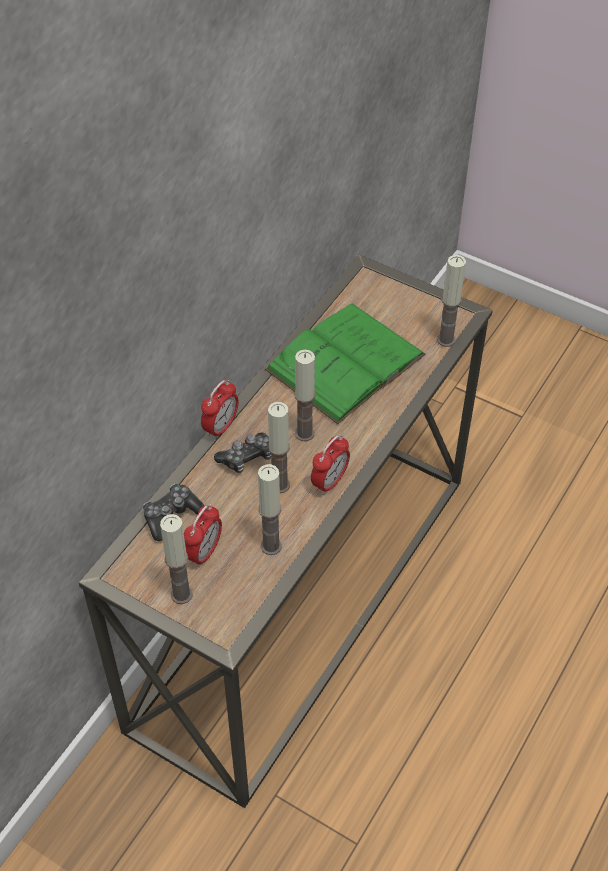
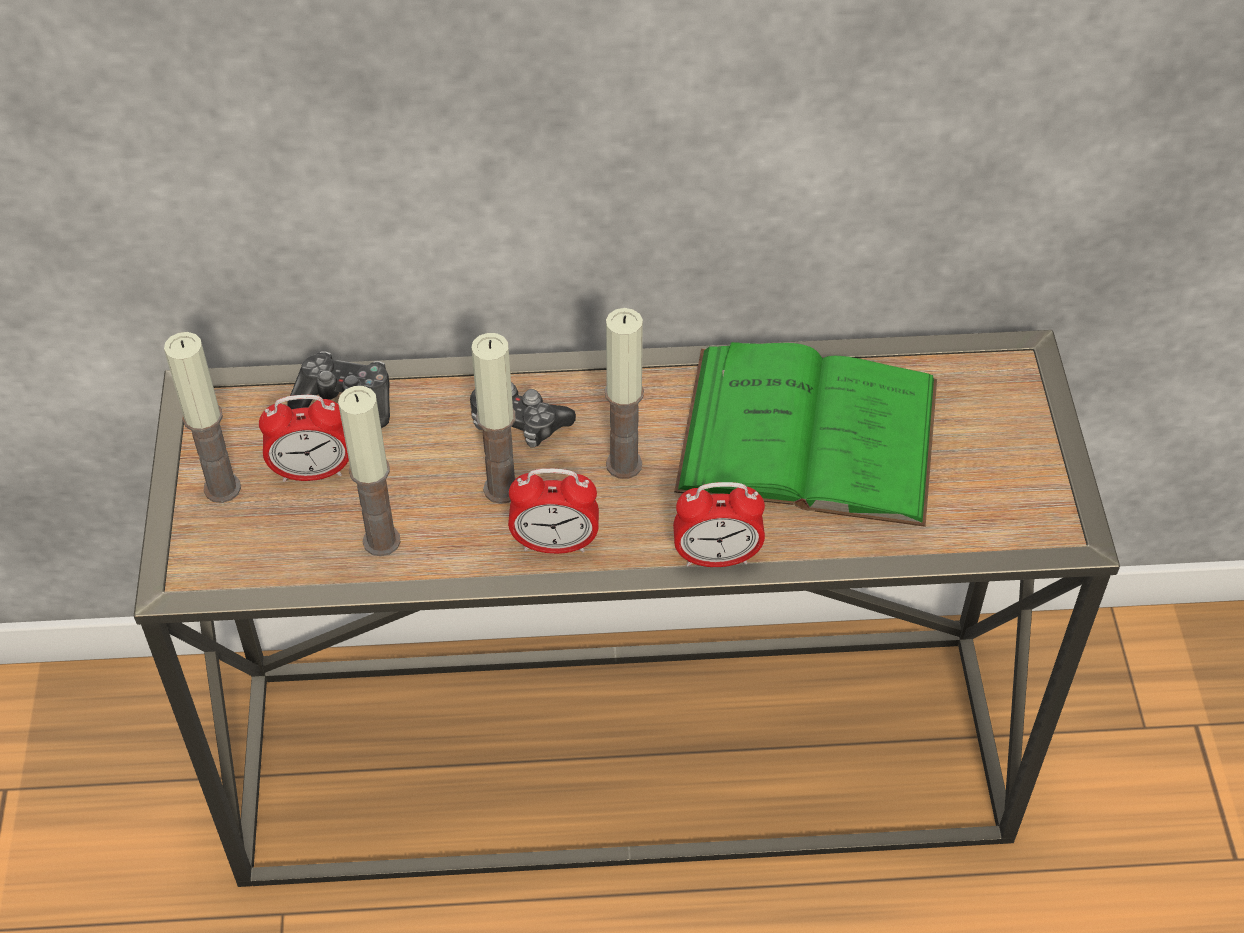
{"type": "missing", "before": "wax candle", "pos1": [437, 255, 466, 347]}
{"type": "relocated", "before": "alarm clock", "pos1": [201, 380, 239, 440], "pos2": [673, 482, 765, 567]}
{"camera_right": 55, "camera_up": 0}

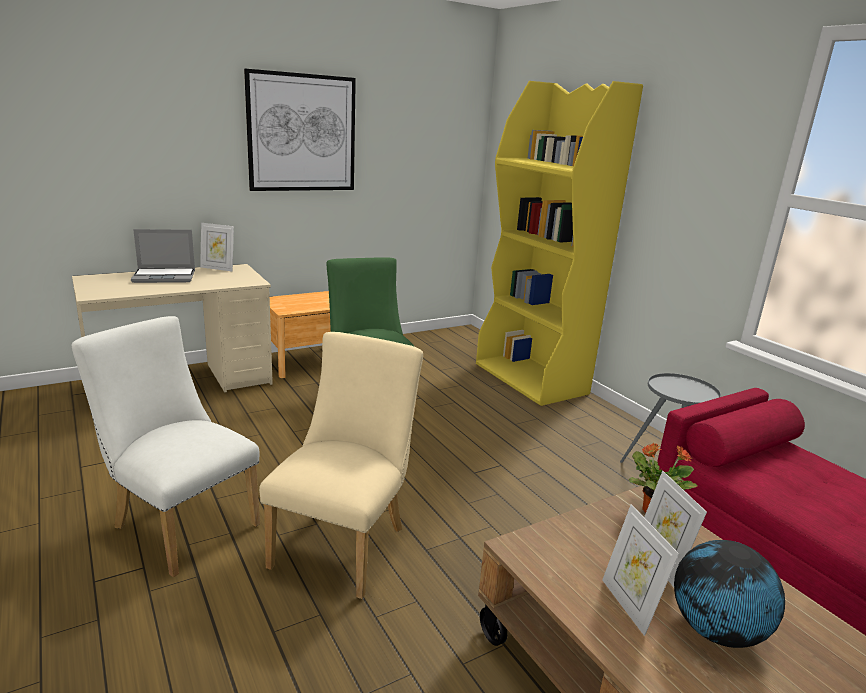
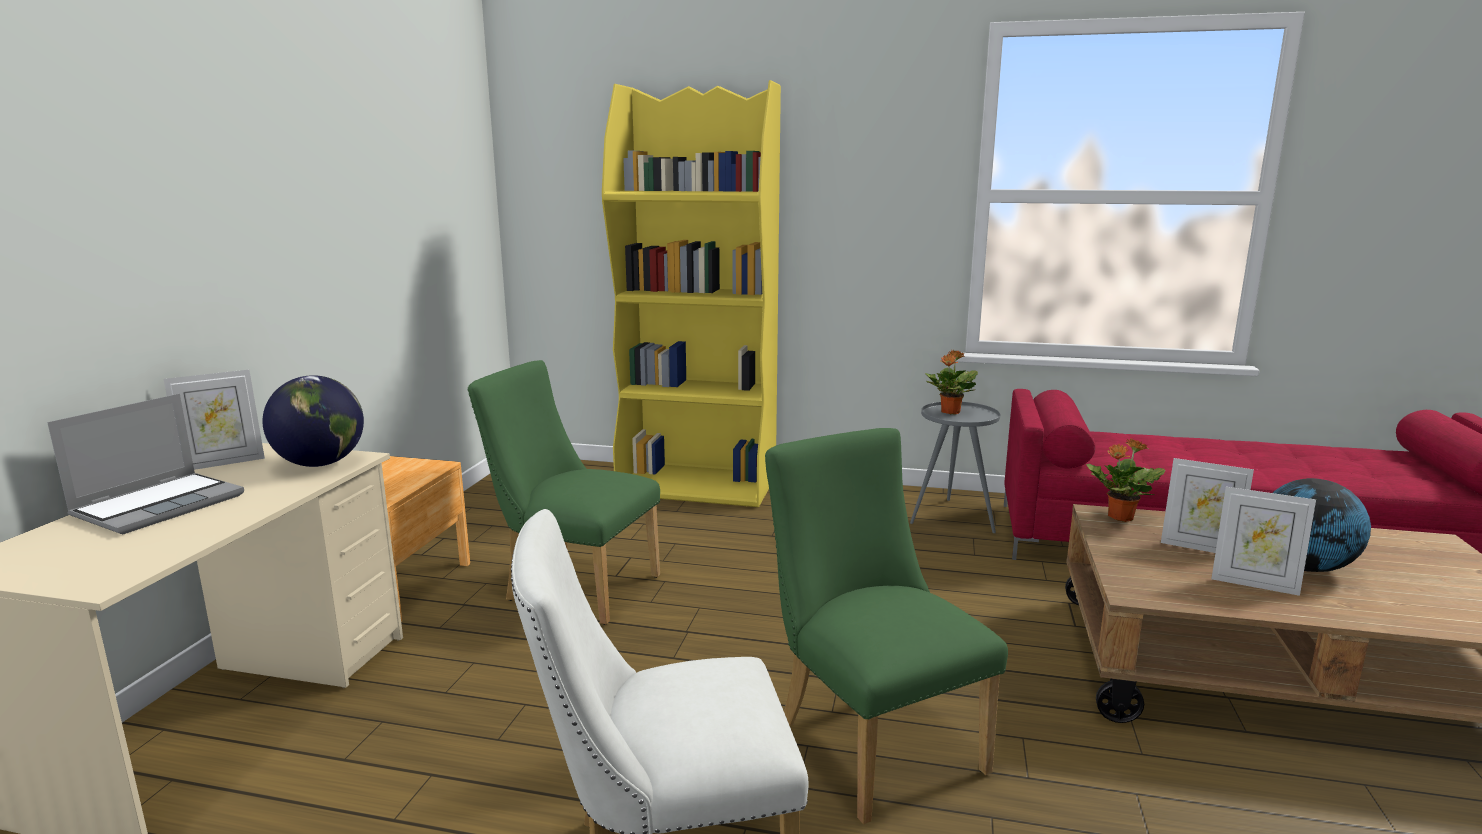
{"type": "missing", "before": "wall art", "pos1": [244, 69, 356, 191]}
{"type": "colour", "before": "beige-coloured upright chair", "after": "green-coloured upright chair", "pos1": [259, 332, 423, 599], "pos2": [765, 428, 1008, 824]}
{"type": "appeared", "after": "houseplant", "pos2": [925, 350, 978, 414]}
{"type": "appeared", "after": "desk globe", "pos2": [263, 375, 364, 467]}
{"camera_right": -45, "camera_up": -5}

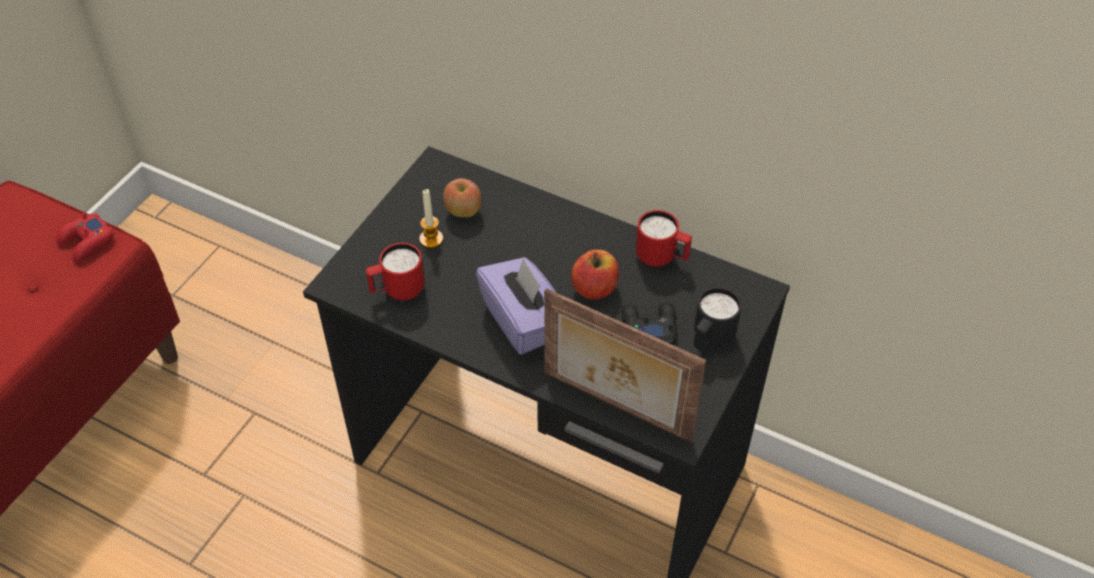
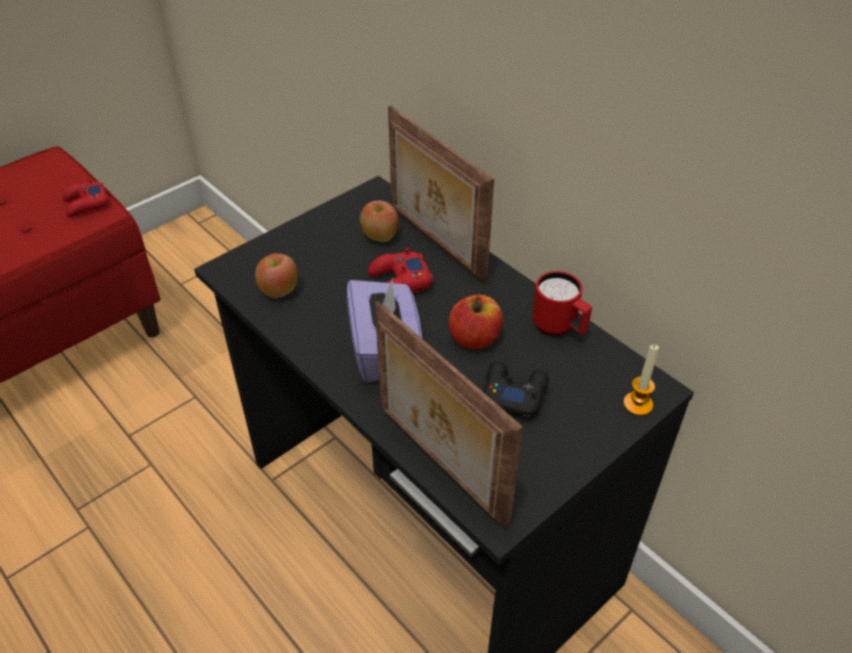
{"type": "relocated", "before": "wax candle", "pos1": [419, 189, 443, 248], "pos2": [623, 344, 659, 416]}
{"type": "exchanged", "before": "reddish coffee mug", "after": "apple", "pos1": [366, 243, 425, 301], "pos2": [255, 253, 298, 298]}
{"type": "missing", "before": "blackish coffee mug", "pos1": [694, 287, 742, 350]}
{"type": "appeared", "after": "picture frame", "pos2": [388, 106, 494, 284]}
{"type": "appeared", "after": "reddish game controller", "pos2": [368, 248, 433, 292]}
{"camera_right": 20, "camera_up": -5}

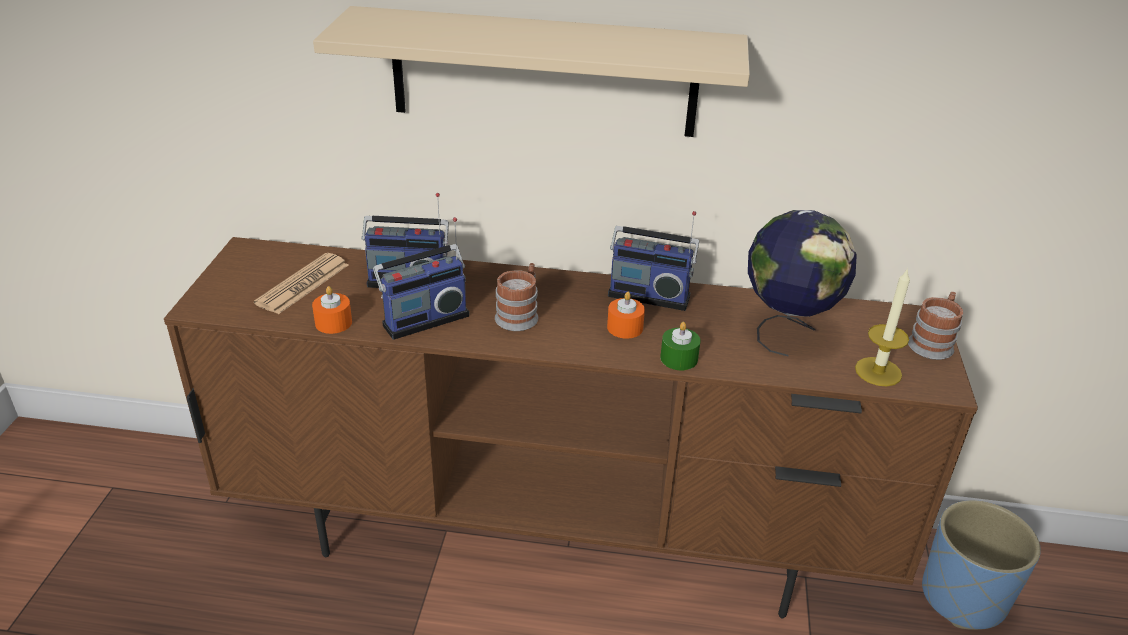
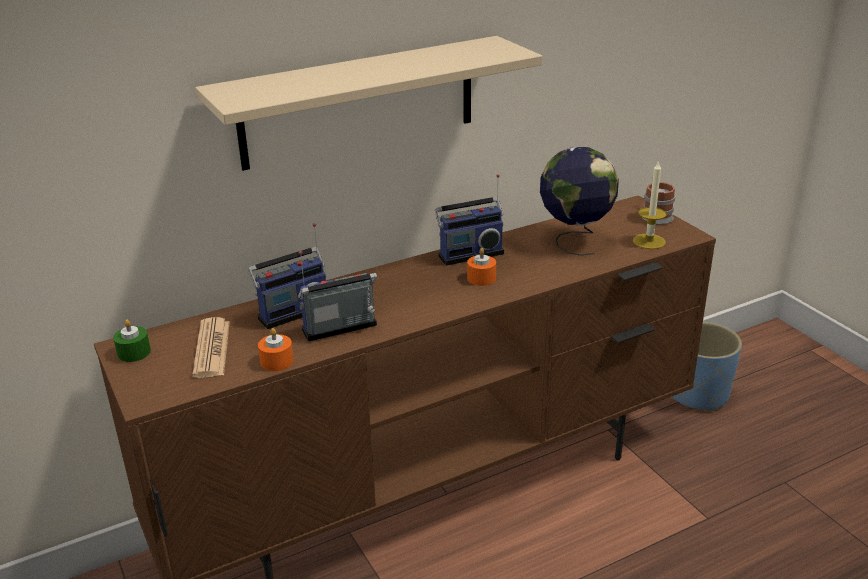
{"type": "spun", "before": "radio set", "pos1": [373, 217, 469, 340], "pos2": [298, 251, 377, 342], "turn": -135}
{"type": "missing", "before": "coffee mug", "pos1": [495, 263, 539, 331]}
{"type": "relocated", "before": "green-coloured wax candle", "pos1": [660, 322, 701, 370], "pos2": [113, 320, 151, 362]}
{"camera_right": -35, "camera_up": -5}

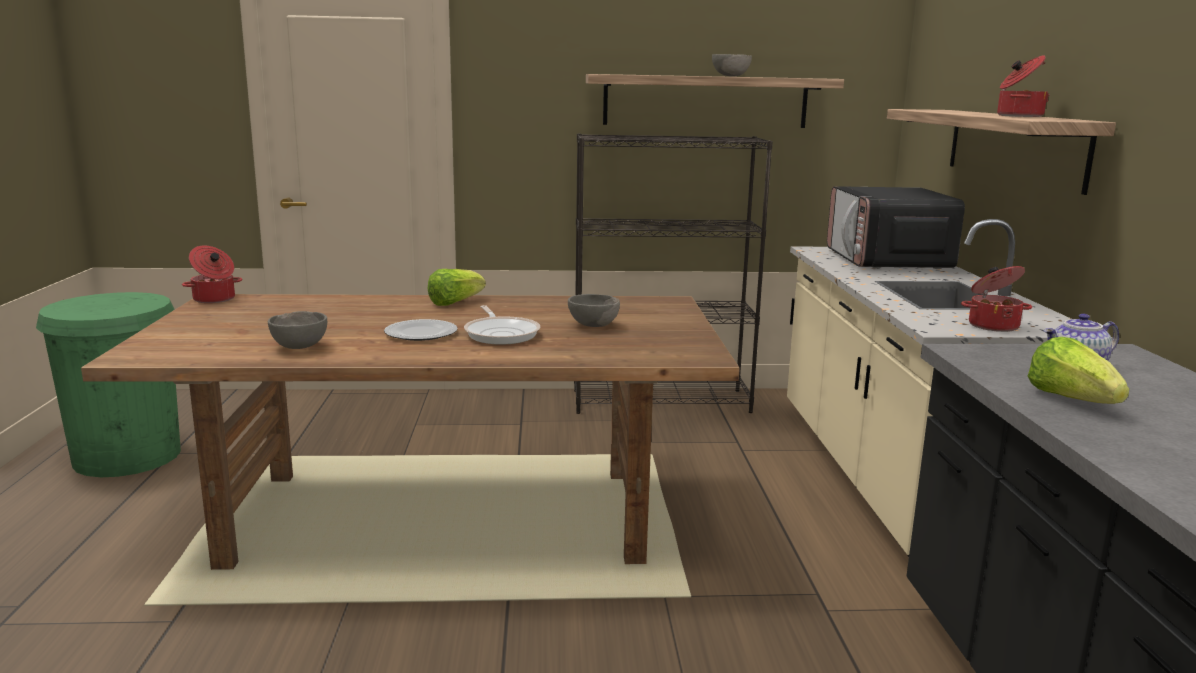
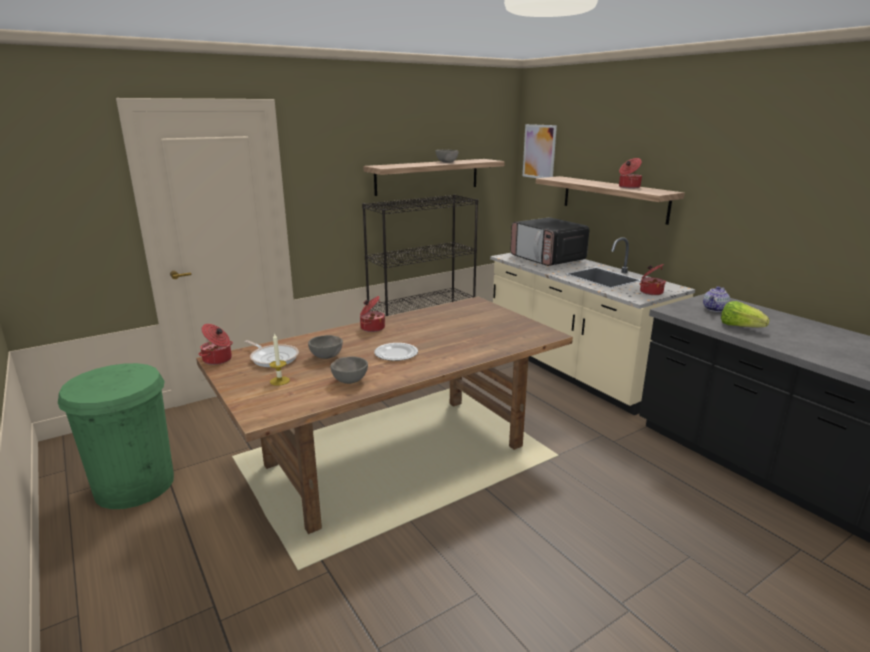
{"type": "exchanged", "before": "lettuce", "after": "cooking pot", "pos1": [428, 269, 486, 306], "pos2": [360, 296, 385, 332]}
{"type": "relocated", "before": "greyish deep dish", "pos1": [568, 294, 620, 327], "pos2": [308, 335, 343, 359]}
{"type": "relocated", "before": "pan", "pos1": [464, 305, 540, 345], "pos2": [245, 340, 299, 367]}
{"type": "appeared", "after": "wall art", "pos2": [523, 124, 557, 178]}
{"type": "appeared", "after": "wax candle", "pos2": [269, 332, 290, 386]}
{"camera_right": -30, "camera_up": 5}

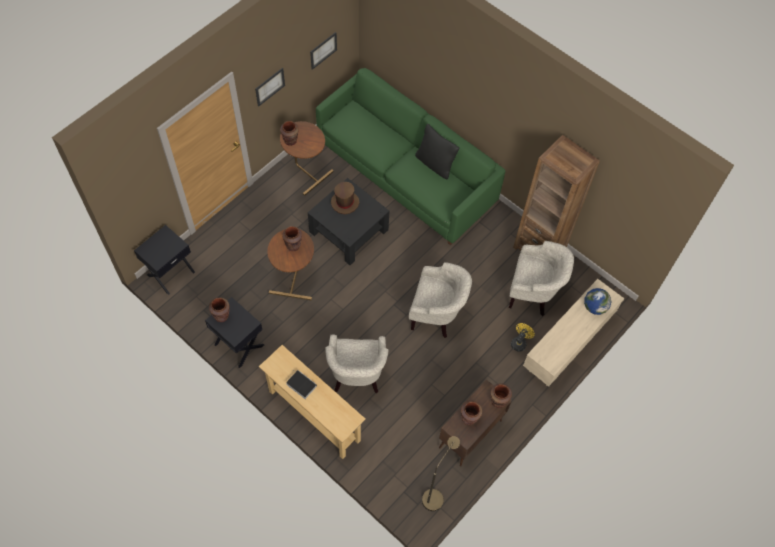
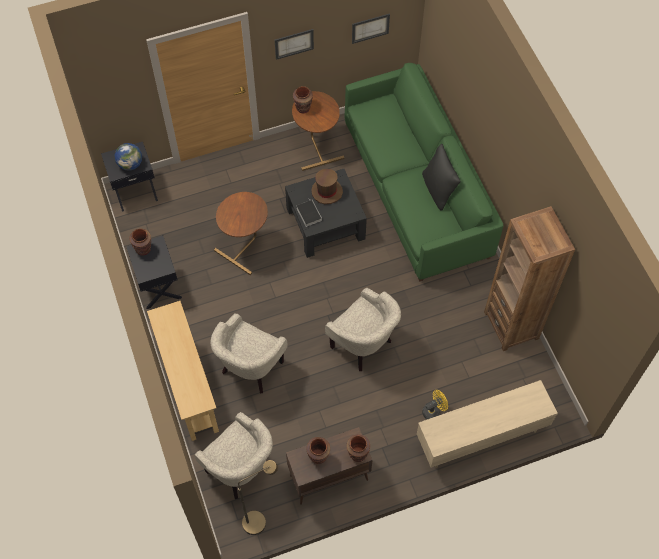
{"type": "missing", "before": "brownish vase", "pos1": [282, 226, 302, 251]}
{"type": "relocated", "before": "beige-coloured easy chair", "pos1": [509, 241, 574, 316], "pos2": [195, 412, 273, 499]}
{"type": "relocated", "before": "desk globe", "pos1": [584, 288, 612, 315], "pos2": [114, 143, 142, 171]}
{"type": "relocated", "before": "bound book", "pos1": [286, 370, 317, 399], "pos2": [296, 200, 322, 227]}
{"camera_right": 30, "camera_up": 0}

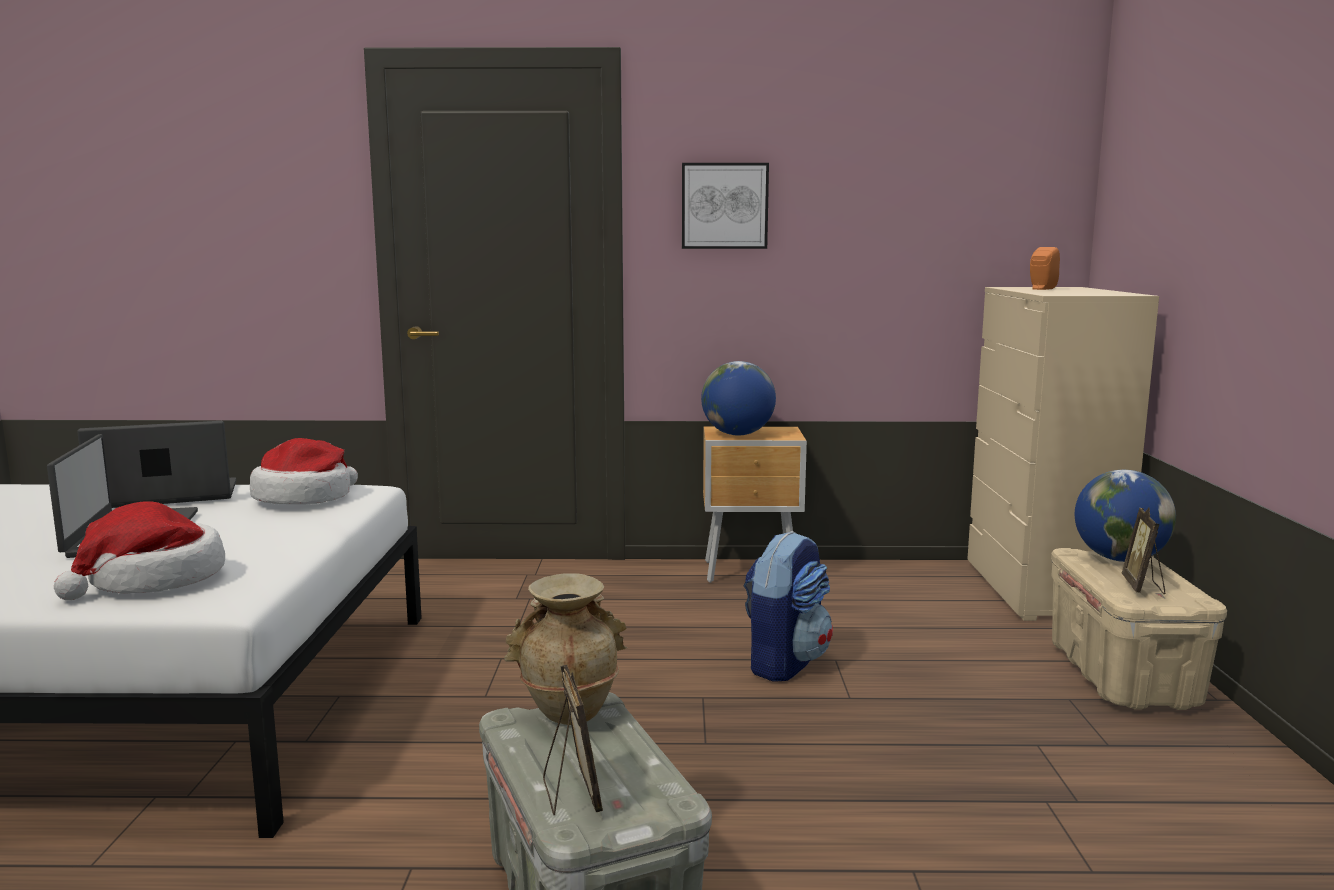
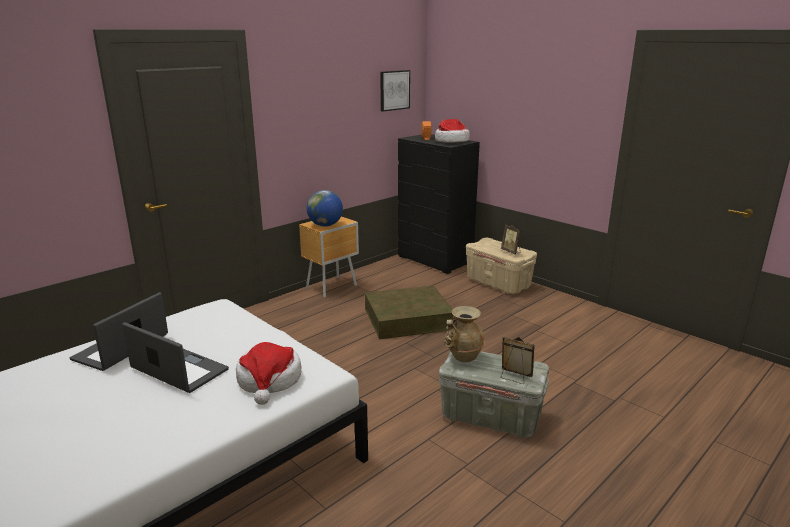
{"type": "relocated", "before": "wall art", "pos1": [682, 163, 769, 249], "pos2": [380, 70, 410, 112]}
{"type": "colour", "before": "beige-coloured dresser", "after": "blackish dresser", "pos1": [967, 287, 1159, 621], "pos2": [398, 134, 480, 274]}
{"type": "relocated", "before": "wearable hat", "pos1": [250, 438, 358, 504], "pos2": [435, 119, 470, 143]}
{"type": "missing", "before": "desk globe", "pos1": [1075, 470, 1176, 562]}
{"type": "exchanged", "before": "backpack", "after": "brownish storage bin", "pos1": [743, 531, 833, 682], "pos2": [365, 286, 454, 339]}
{"camera_right": -45, "camera_up": 10}

